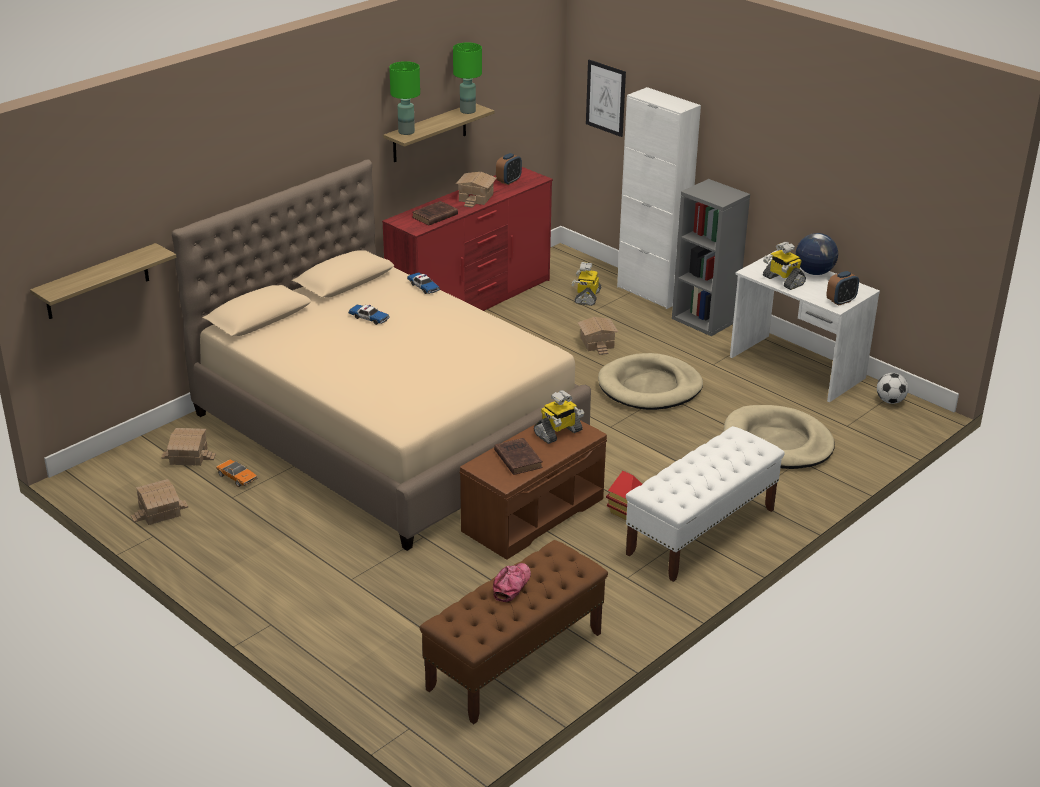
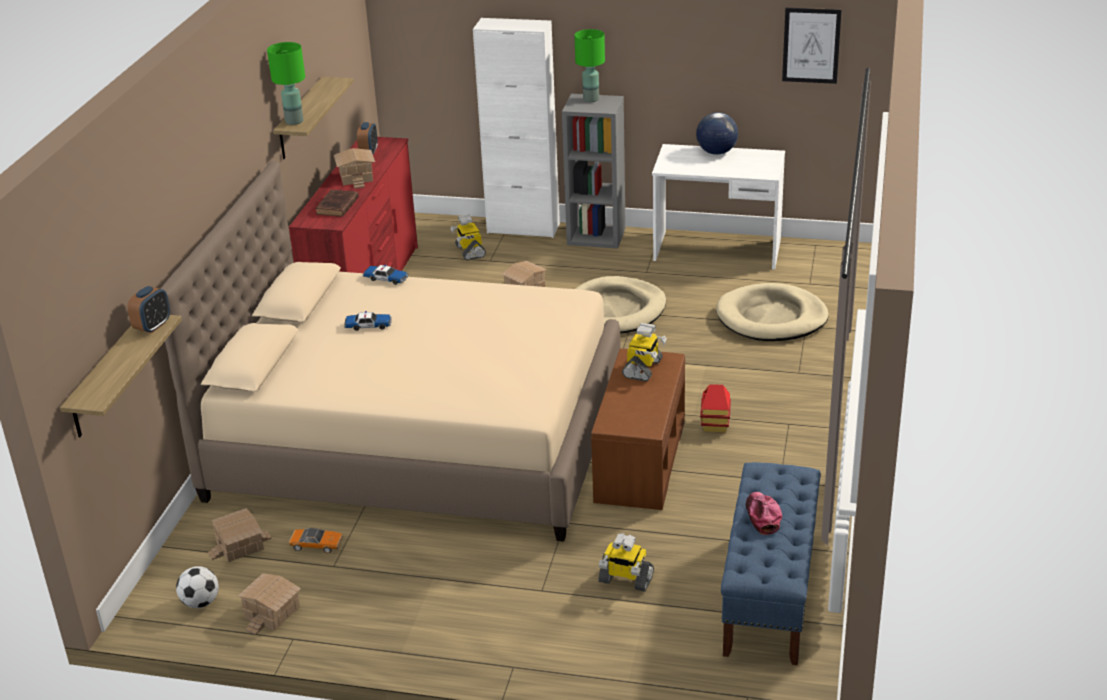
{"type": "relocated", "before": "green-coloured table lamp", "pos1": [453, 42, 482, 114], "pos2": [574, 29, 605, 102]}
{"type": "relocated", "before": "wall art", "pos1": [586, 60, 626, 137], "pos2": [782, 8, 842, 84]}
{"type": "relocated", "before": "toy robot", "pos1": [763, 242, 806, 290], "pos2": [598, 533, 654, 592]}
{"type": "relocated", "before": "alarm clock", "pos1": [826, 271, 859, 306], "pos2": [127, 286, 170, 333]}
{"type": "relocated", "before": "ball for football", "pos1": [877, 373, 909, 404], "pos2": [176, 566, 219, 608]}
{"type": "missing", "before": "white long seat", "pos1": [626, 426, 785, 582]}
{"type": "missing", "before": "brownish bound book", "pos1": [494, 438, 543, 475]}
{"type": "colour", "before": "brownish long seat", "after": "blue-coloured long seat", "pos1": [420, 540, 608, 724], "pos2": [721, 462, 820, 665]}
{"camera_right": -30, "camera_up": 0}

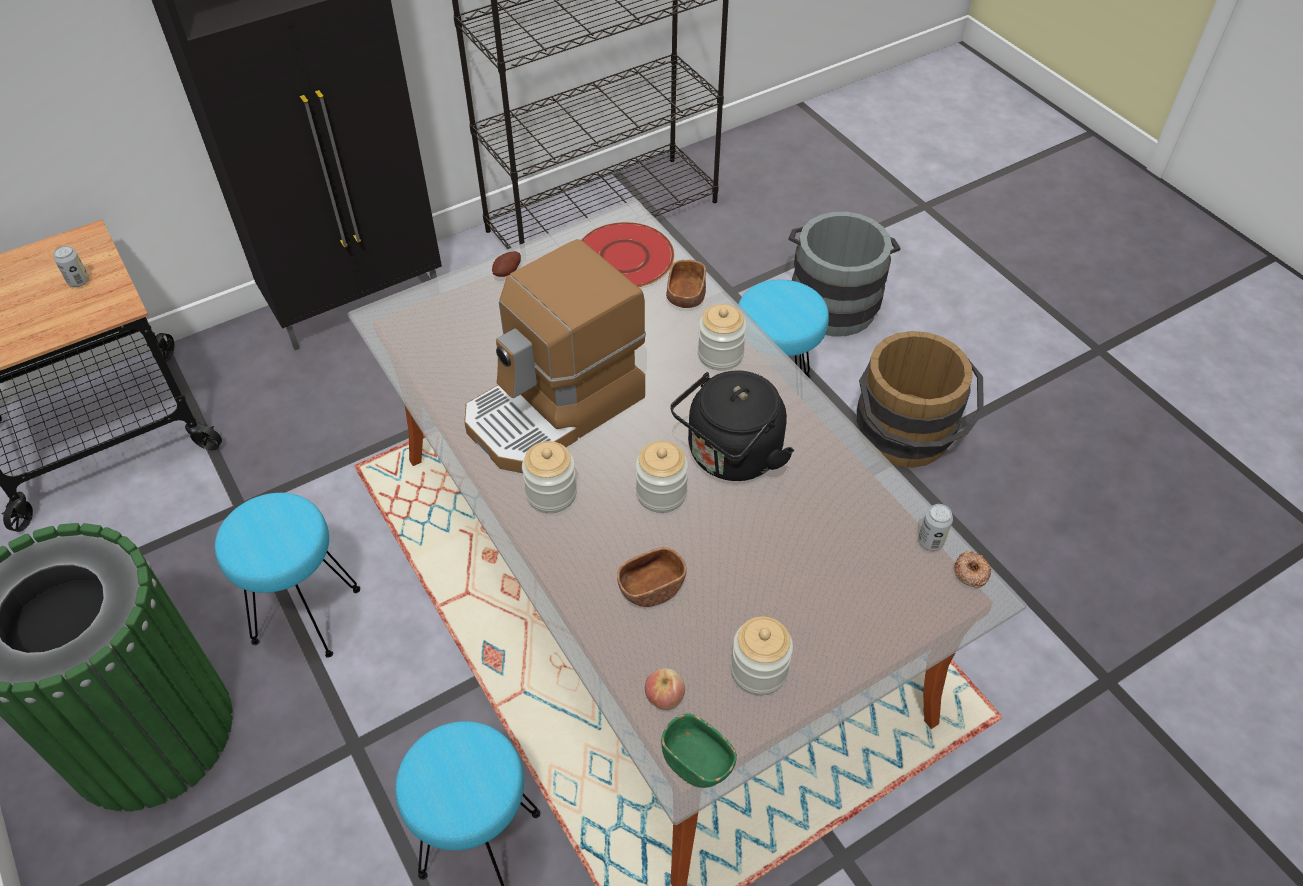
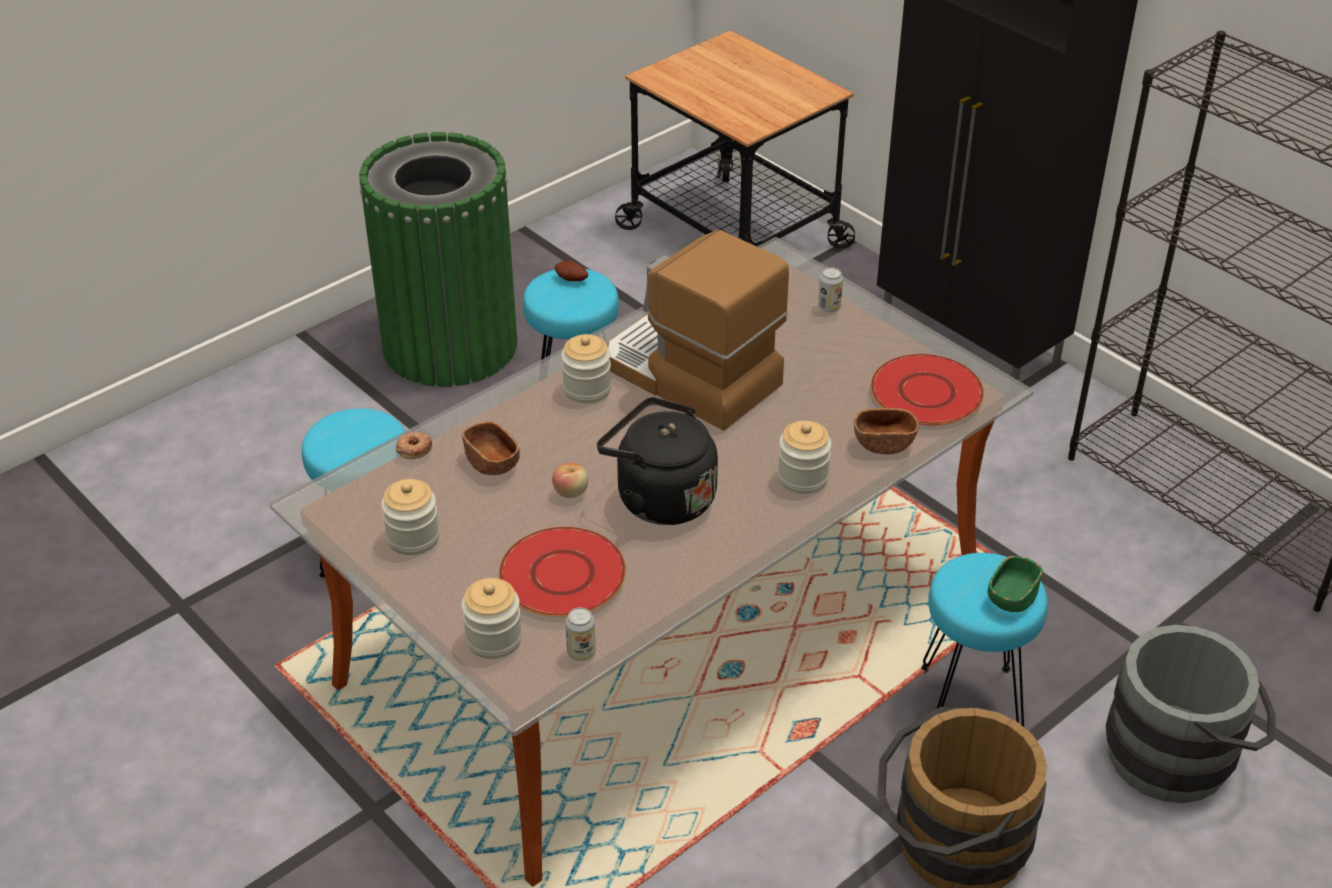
{"type": "relocated", "before": "metal can", "pos1": [54, 246, 89, 287], "pos2": [818, 267, 843, 312]}
{"type": "relocated", "before": "spud", "pos1": [492, 251, 521, 277], "pos2": [555, 260, 588, 281]}
{"type": "relocated", "before": "preserve jar", "pos1": [635, 441, 688, 513], "pos2": [461, 578, 522, 659]}
{"type": "relocated", "before": "donut", "pos1": [954, 551, 991, 588], "pos2": [396, 431, 432, 459]}
{"type": "relocated", "before": "apple", "pos1": [645, 668, 685, 710], "pos2": [552, 463, 588, 498]}
{"type": "relocated", "before": "green-coloured deep dish", "pos1": [661, 713, 737, 788], "pos2": [987, 556, 1043, 612]}
{"type": "appeared", "after": "reddish dinner plate", "pos2": [499, 527, 626, 617]}
{"camera_right": 80, "camera_up": -10}

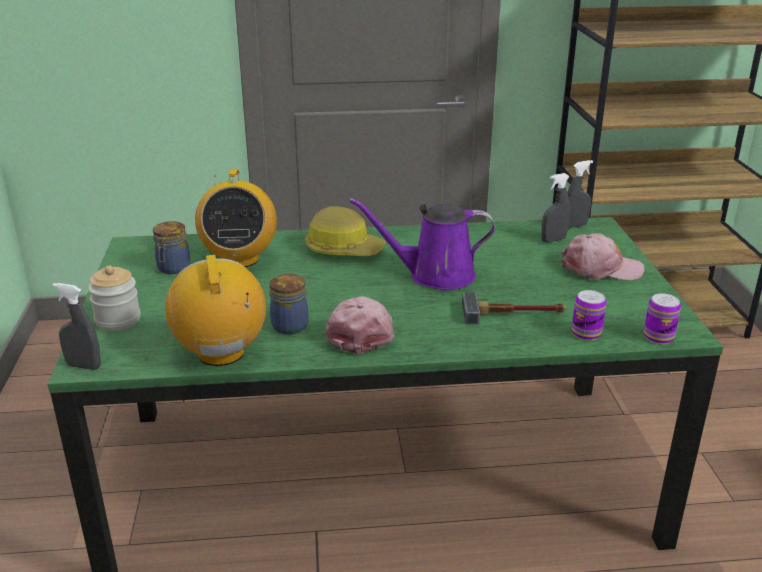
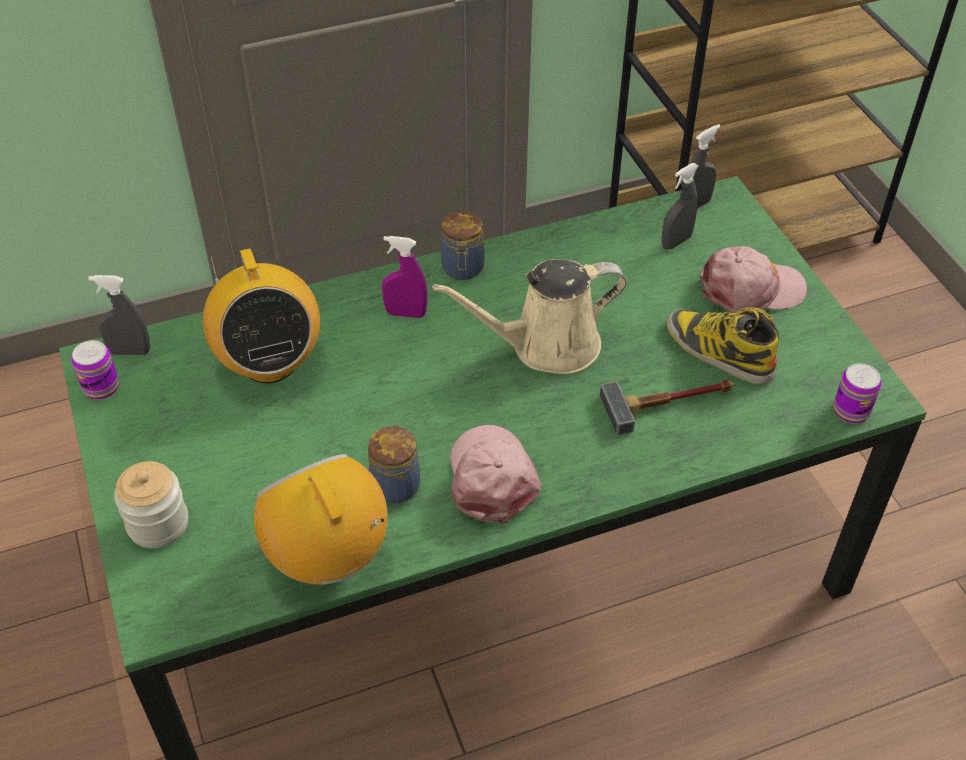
{"type": "colour", "before": "purplish watering pot", "after": "beige-coloured watering pot", "pos1": [349, 198, 495, 290], "pos2": [432, 259, 626, 374]}
{"type": "exchanged", "before": "safety helmet", "after": "purplish hand sprayer", "pos1": [306, 206, 386, 256], "pos2": [382, 236, 427, 318]}
{"type": "relocated", "before": "preserve jar", "pos1": [153, 221, 190, 274], "pos2": [441, 211, 485, 280]}
{"type": "relocated", "before": "greyish hand sprayer", "pos1": [53, 283, 101, 370], "pos2": [88, 275, 150, 355]}
{"type": "relocated", "before": "metal can", "pos1": [572, 290, 607, 341], "pos2": [71, 340, 119, 400]}
{"type": "appeared", "after": "tall boot", "pos2": [667, 307, 779, 384]}
{"camera_right": -15, "camera_up": 20}

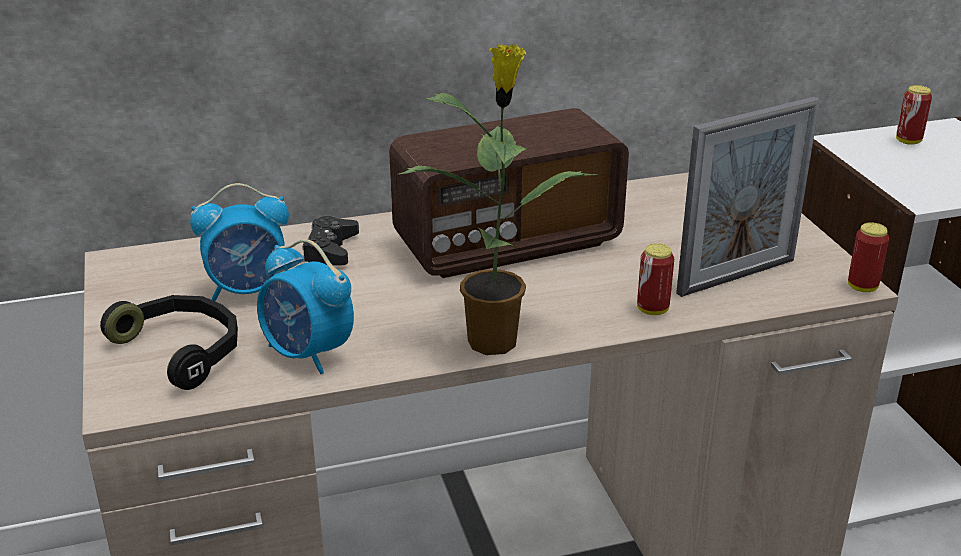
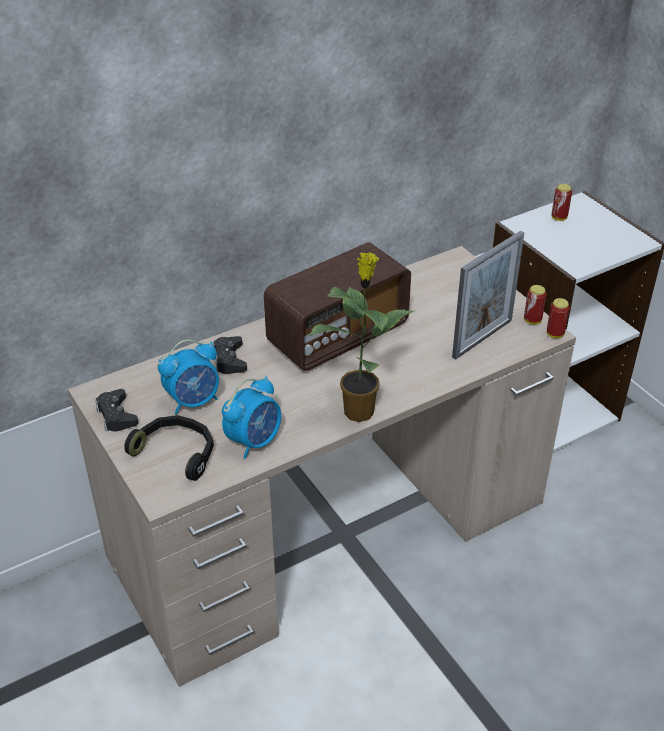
{"type": "spun", "before": "alarm clock", "pos1": [257, 239, 354, 374], "pos2": [222, 376, 281, 459], "turn": -75}
{"type": "relocated", "before": "metal can", "pos1": [637, 243, 674, 315], "pos2": [524, 285, 546, 325]}
{"type": "appeared", "after": "blackish game controller", "pos2": [95, 389, 138, 432]}
{"camera_right": -15, "camera_up": 10}

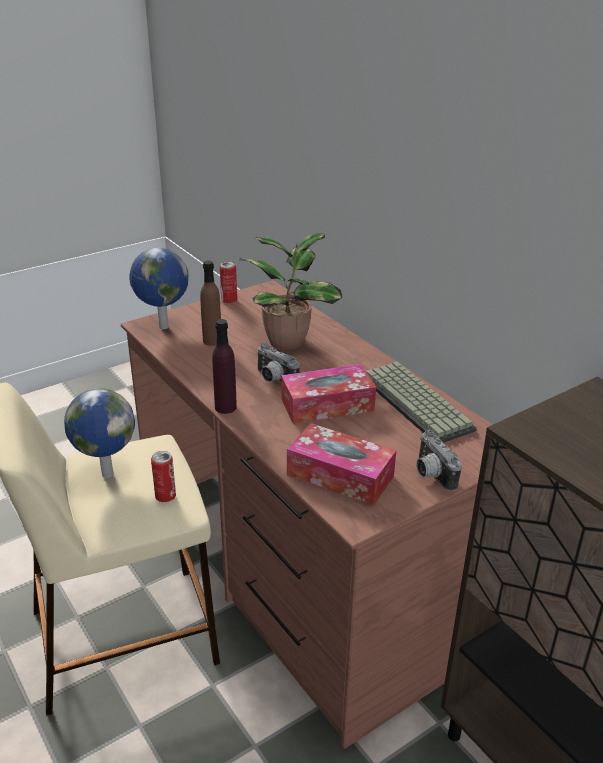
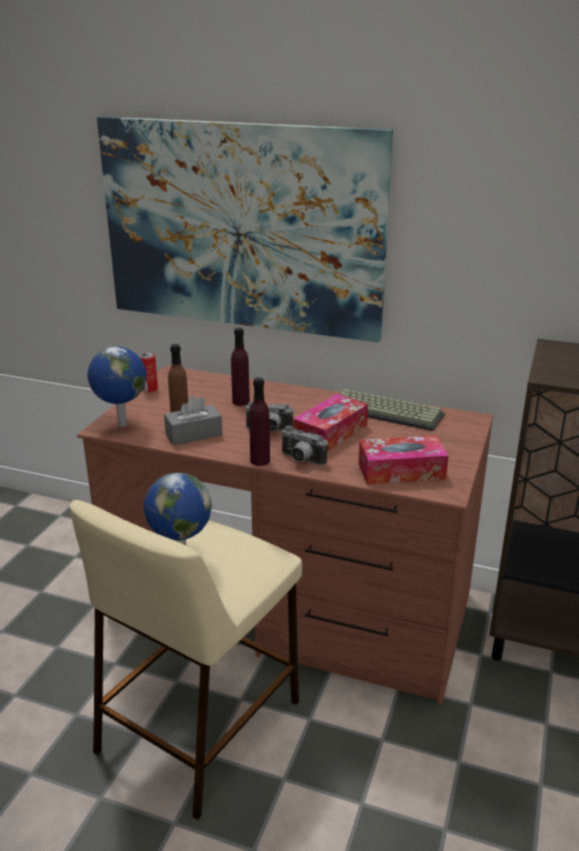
{"type": "exchanged", "before": "houseplant", "after": "purplish bottle", "pos1": [239, 233, 342, 350], "pos2": [231, 328, 250, 406]}
{"type": "relocated", "before": "still camera", "pos1": [416, 429, 462, 491], "pos2": [281, 425, 328, 465]}
{"type": "missing", "before": "metal can", "pos1": [151, 451, 176, 502]}
{"type": "appeared", "after": "wall art", "pos2": [97, 117, 393, 342]}
{"type": "appeared", "after": "greyish box of tissues", "pos2": [164, 395, 223, 445]}
{"camera_right": -35, "camera_up": -5}

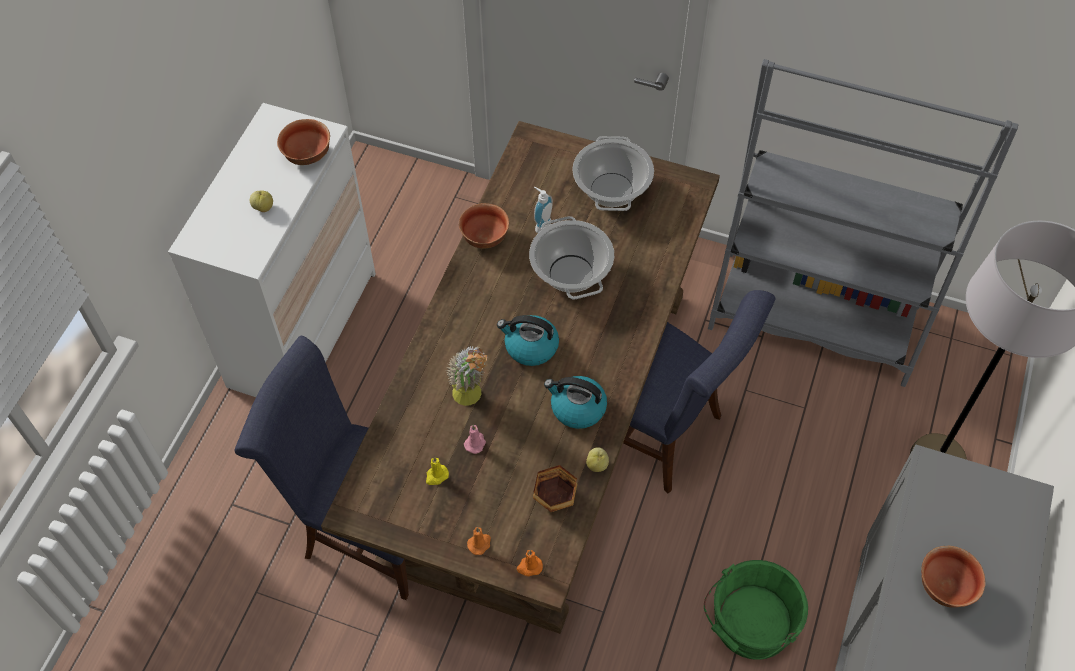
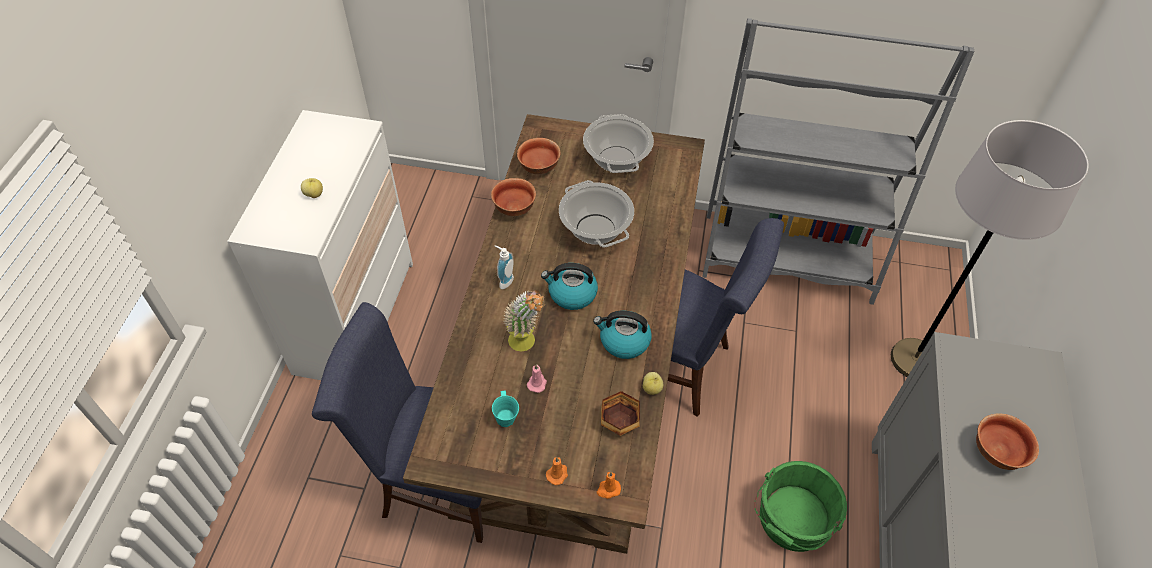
{"type": "relocated", "before": "deep dish", "pos1": [277, 119, 330, 165], "pos2": [517, 138, 560, 174]}
{"type": "relocated", "before": "liquid soap bottle", "pos1": [534, 187, 553, 233], "pos2": [495, 246, 514, 289]}
{"type": "exchanged", "before": "yellow wax candle", "after": "turquoise-coloured coffee mug", "pos1": [426, 457, 449, 485], "pos2": [492, 391, 519, 427]}
{"camera_right": -10, "camera_up": -5}

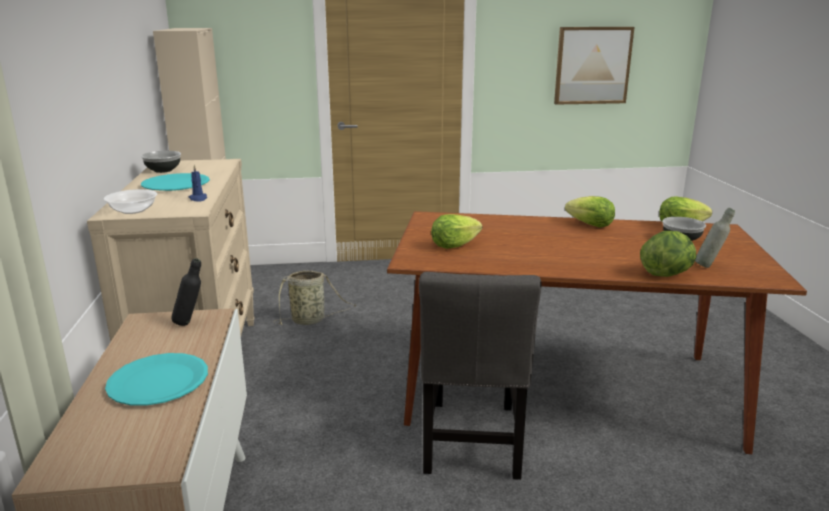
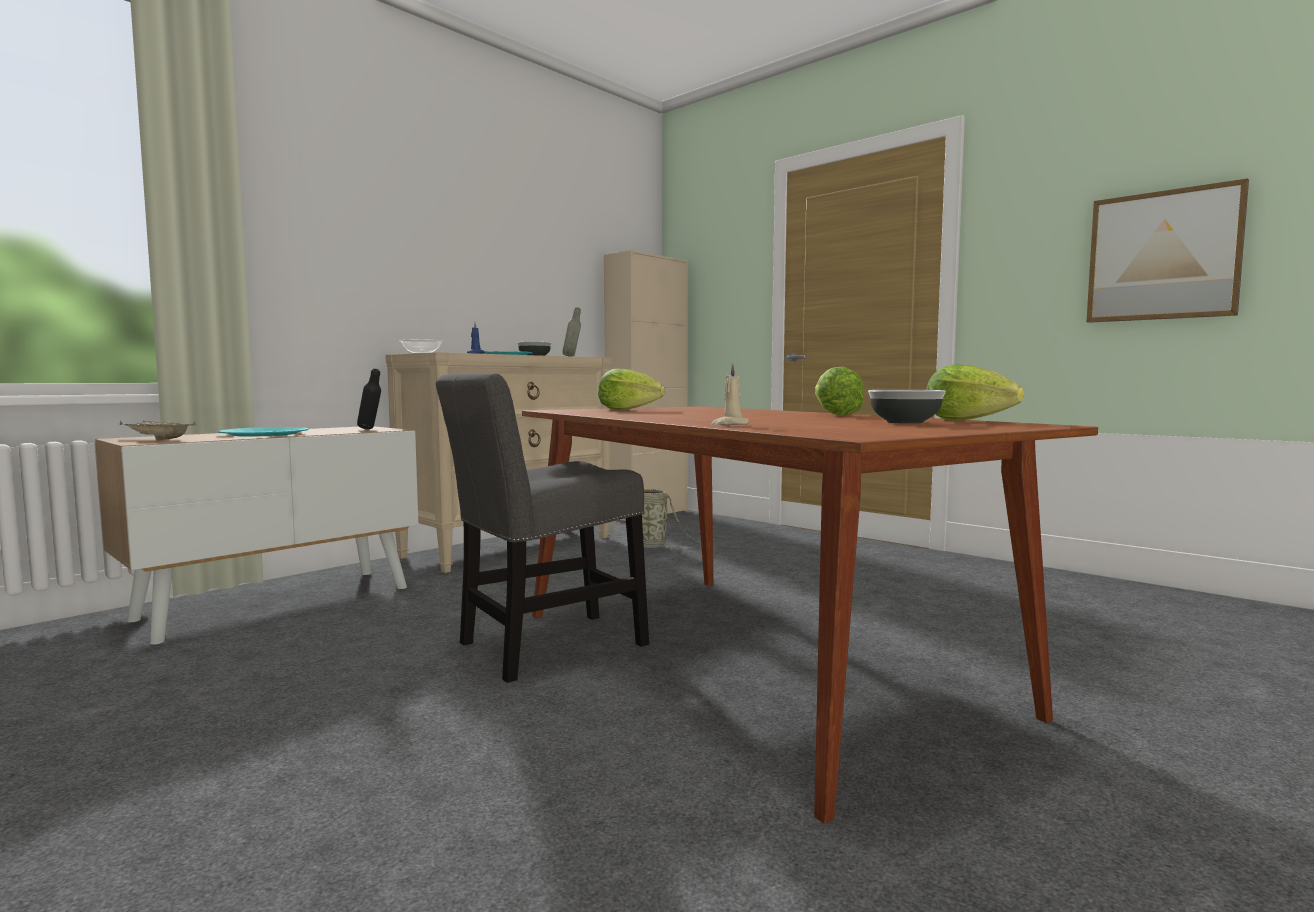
{"type": "relocated", "before": "greyish bottle", "pos1": [695, 208, 735, 268], "pos2": [562, 307, 581, 357]}
{"type": "exchanged", "before": "lettuce", "after": "beige-coloured wax candle", "pos1": [640, 231, 696, 277], "pos2": [712, 362, 750, 425]}
{"type": "appeared", "after": "beige-coloured carrying tray", "pos2": [120, 420, 196, 440]}
{"camera_right": 50, "camera_up": -15}

